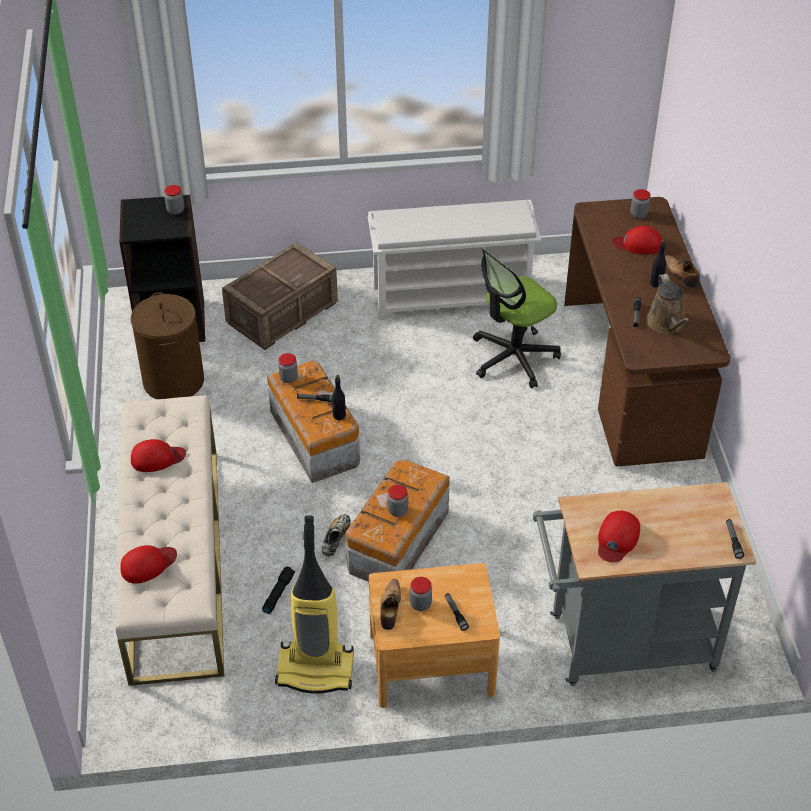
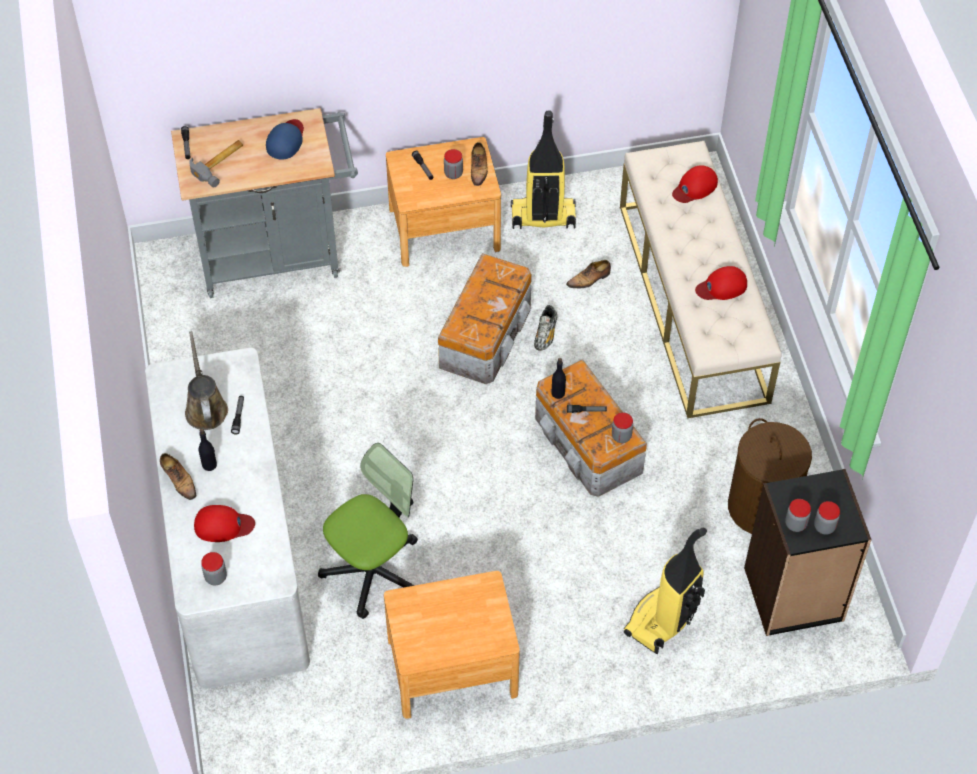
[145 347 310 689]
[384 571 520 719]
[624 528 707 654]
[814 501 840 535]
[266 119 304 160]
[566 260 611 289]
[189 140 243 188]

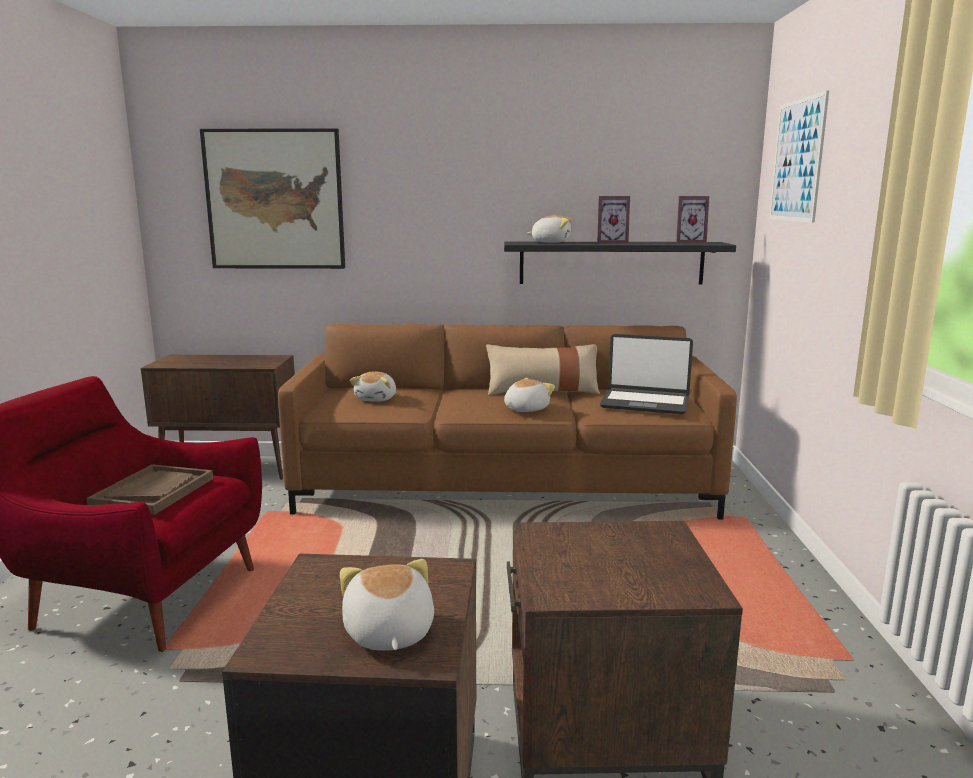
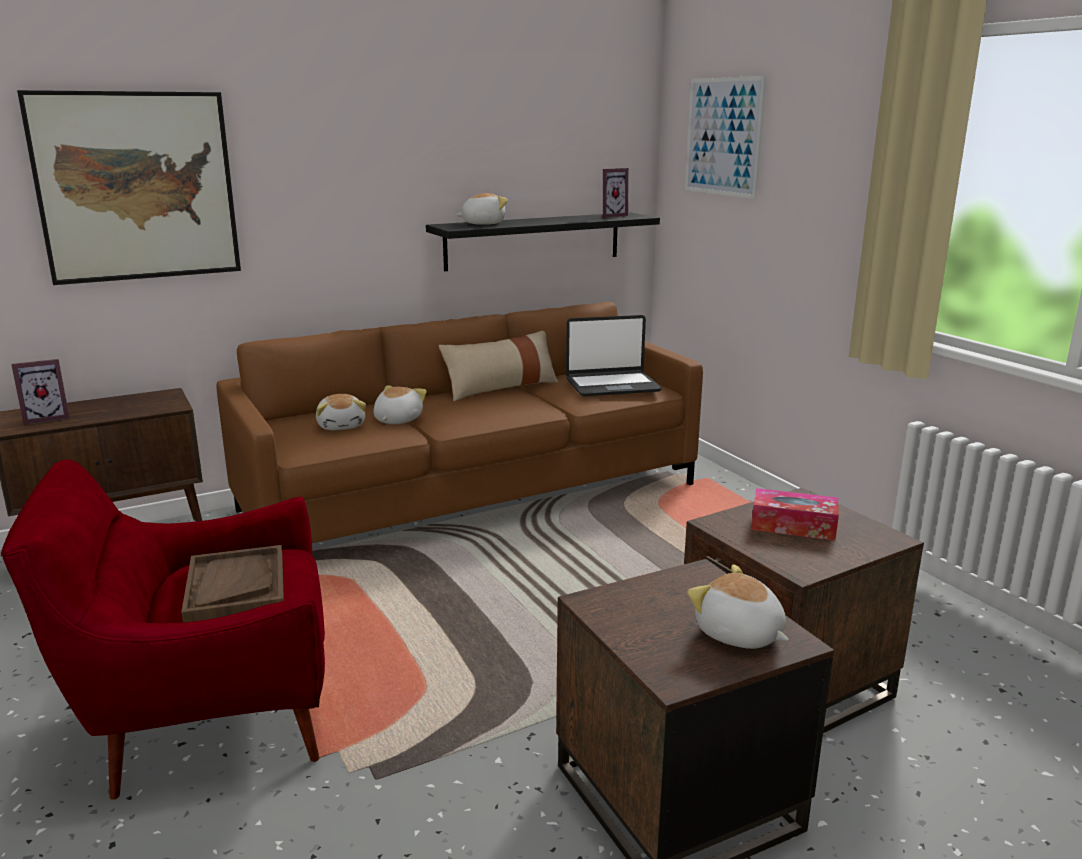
[11 359 70 425]
[374 385 427 424]
[751 488 839 541]

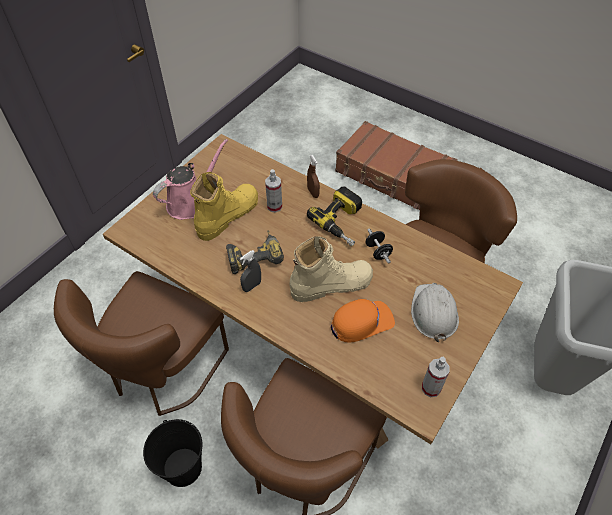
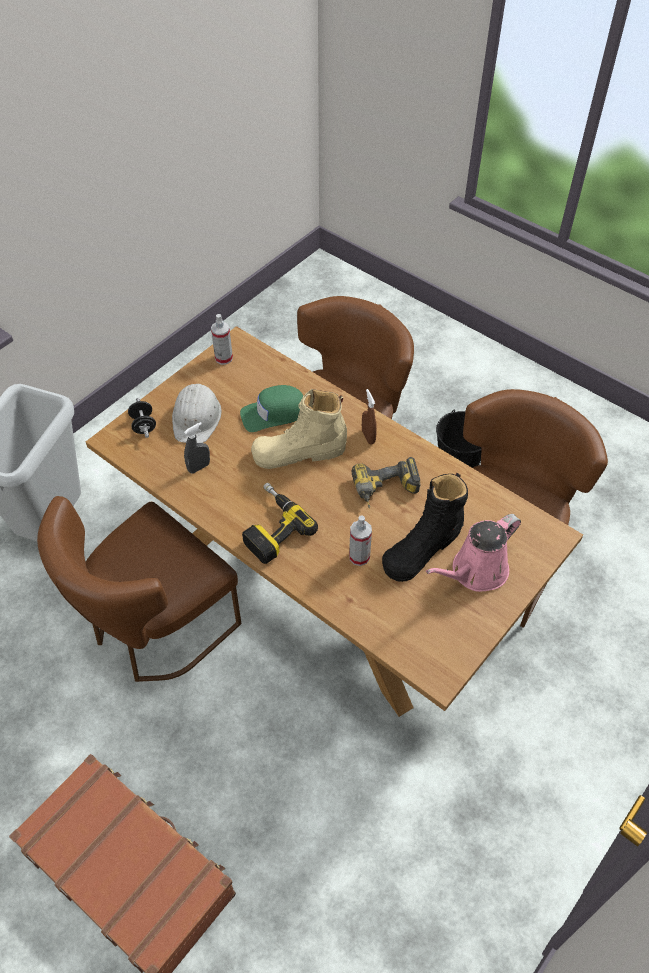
[362 389 377 445]
[382 473 468 582]
[128 398 156 438]
[184 422 210 474]
[240 385 303 432]

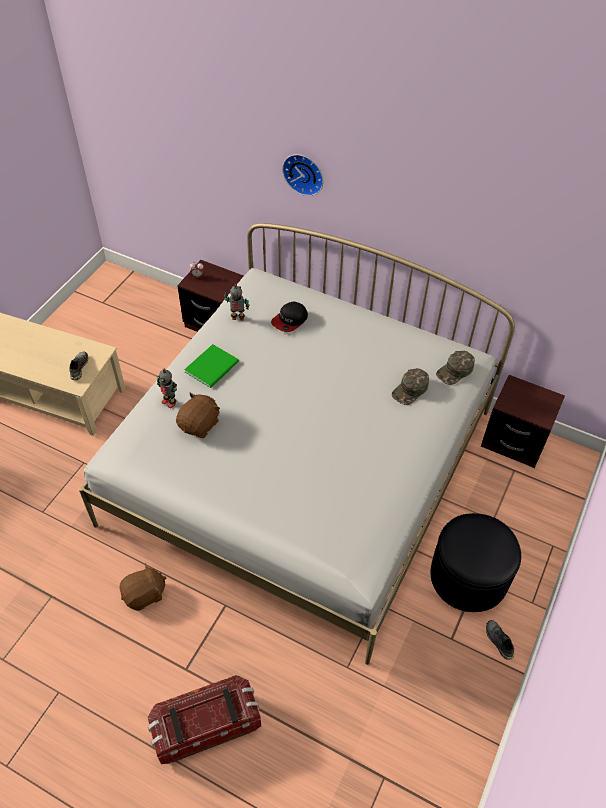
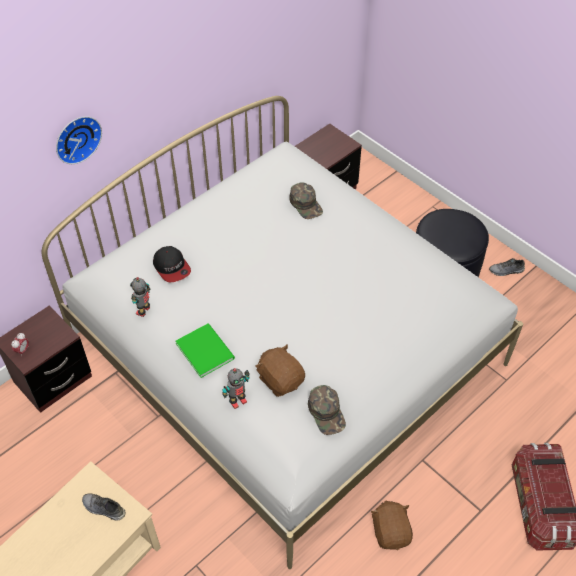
[308 385 346 435]

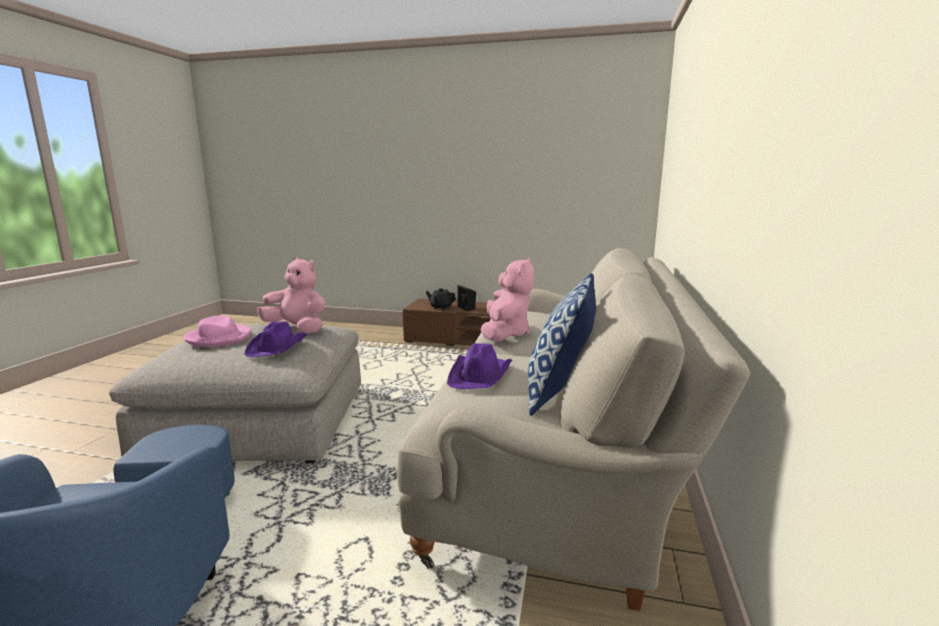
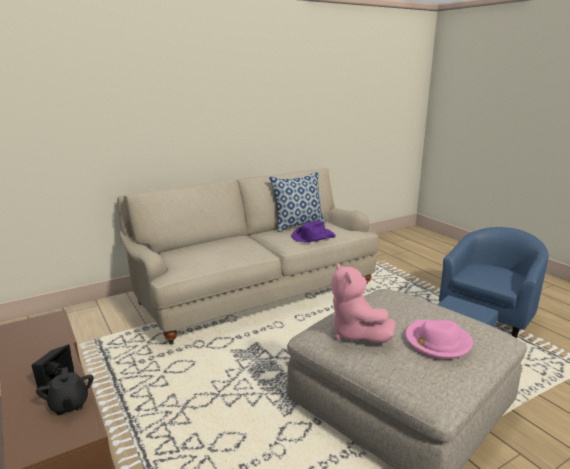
[481 258 534 341] (first image)
[244 321 307 357] (first image)

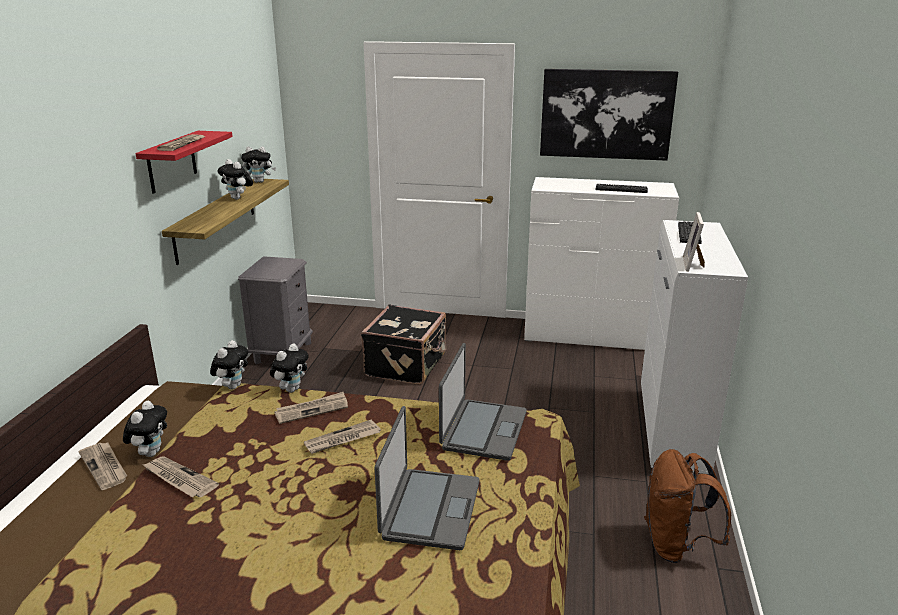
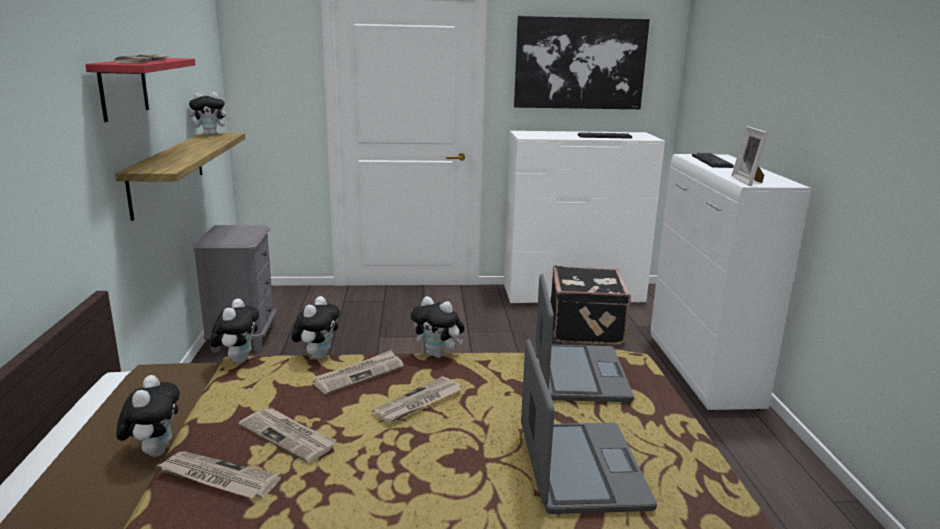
[411 296 465 358]
[550 266 631 345]
[238 408 337 463]
[644 449 731 563] (first image)

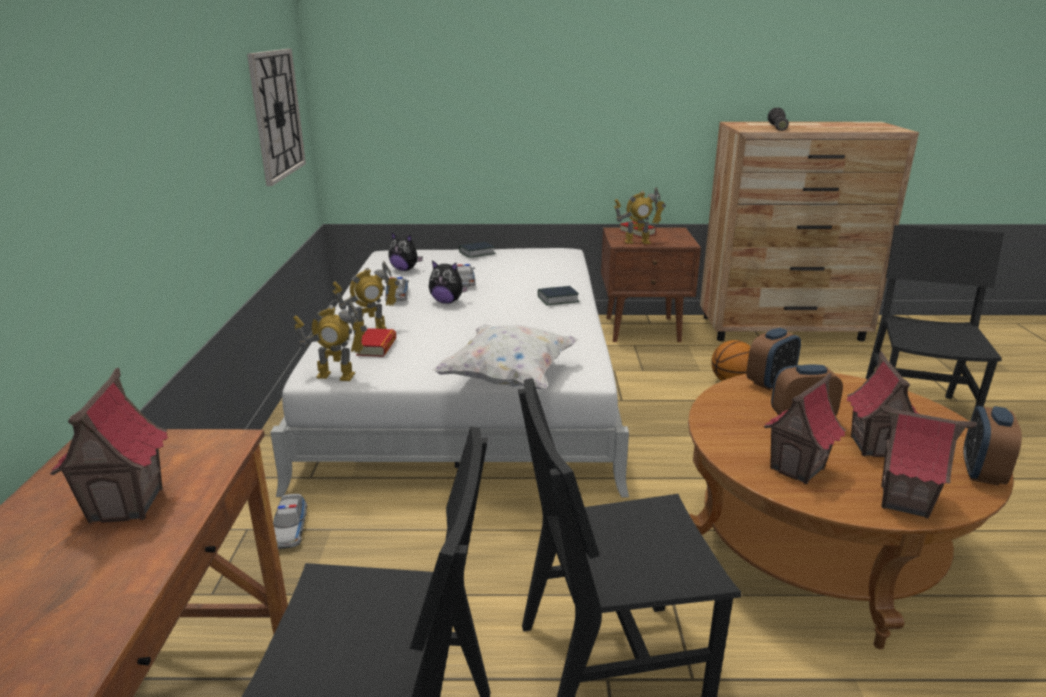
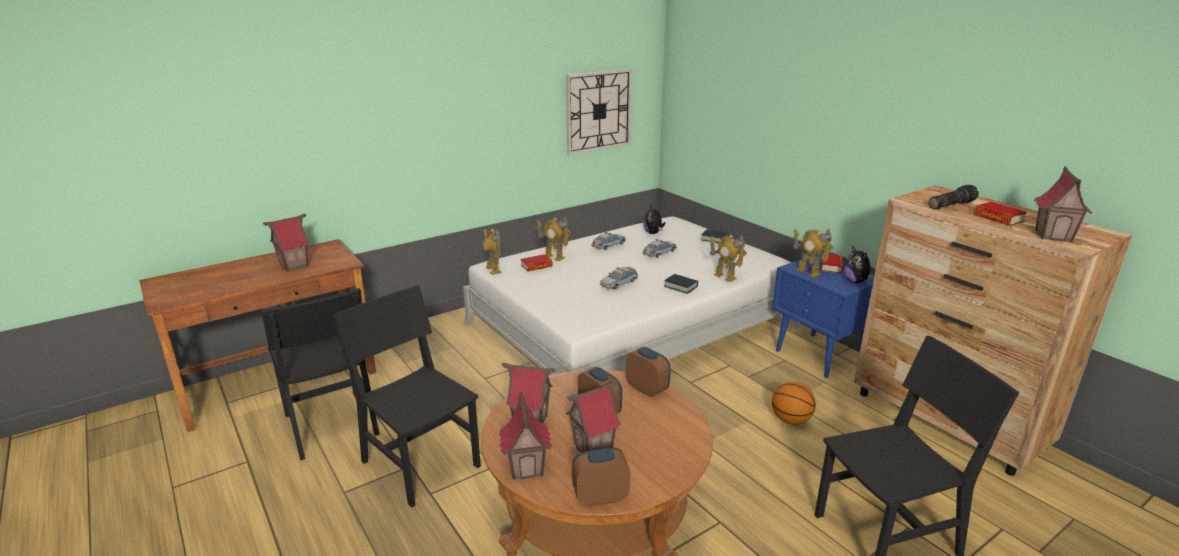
[772 253 875 378]
[843 246 874 283]
[433 324 578 389] (first image)
[626 347 671 397]
[600 267 638 290]
[1034 166 1092 242]
[974 202 1027 226]
[710 235 747 282]

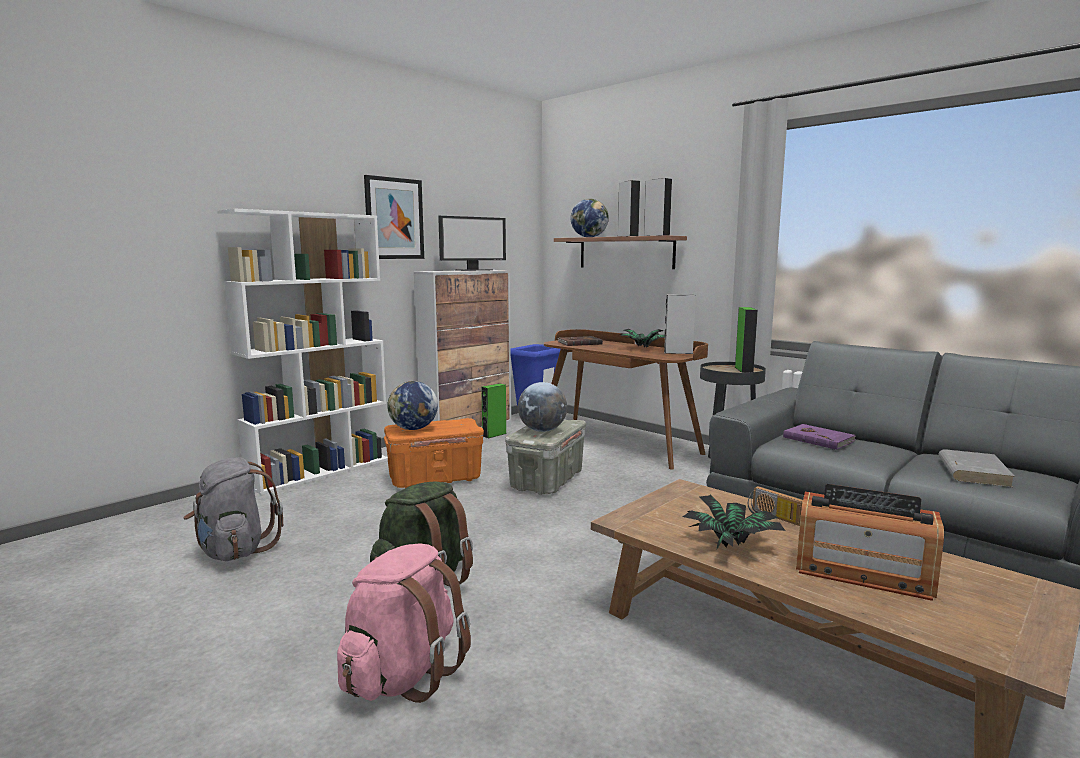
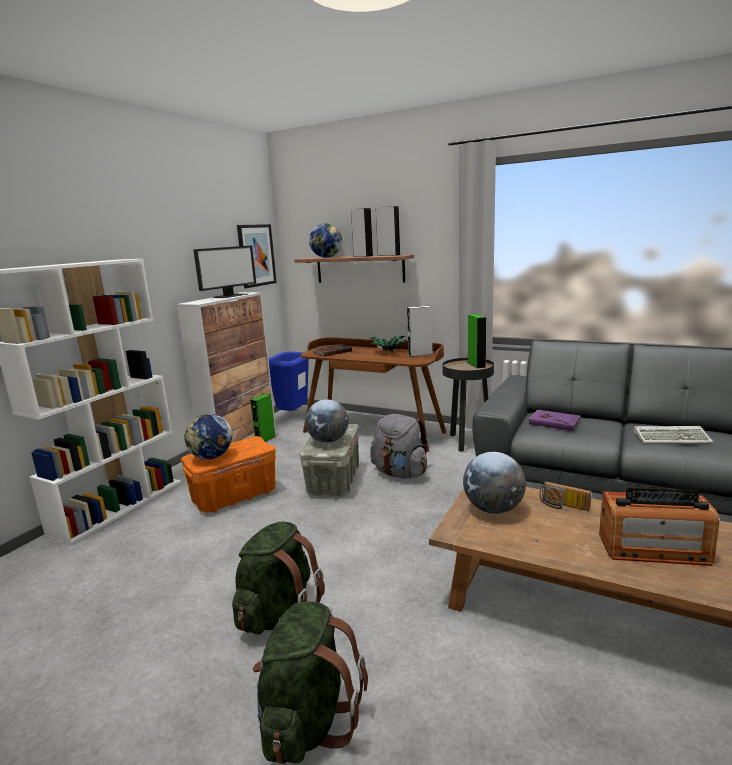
[237 224 277 288]
[634 426 713 444]
[370 414 428 479]
[683 494 785 549] (first image)
[253 601 368 764]
[463 452 526 514]

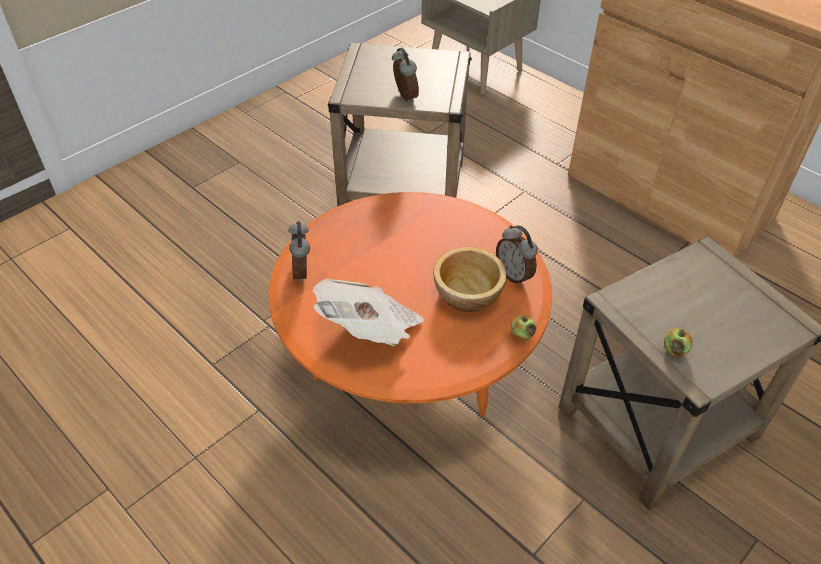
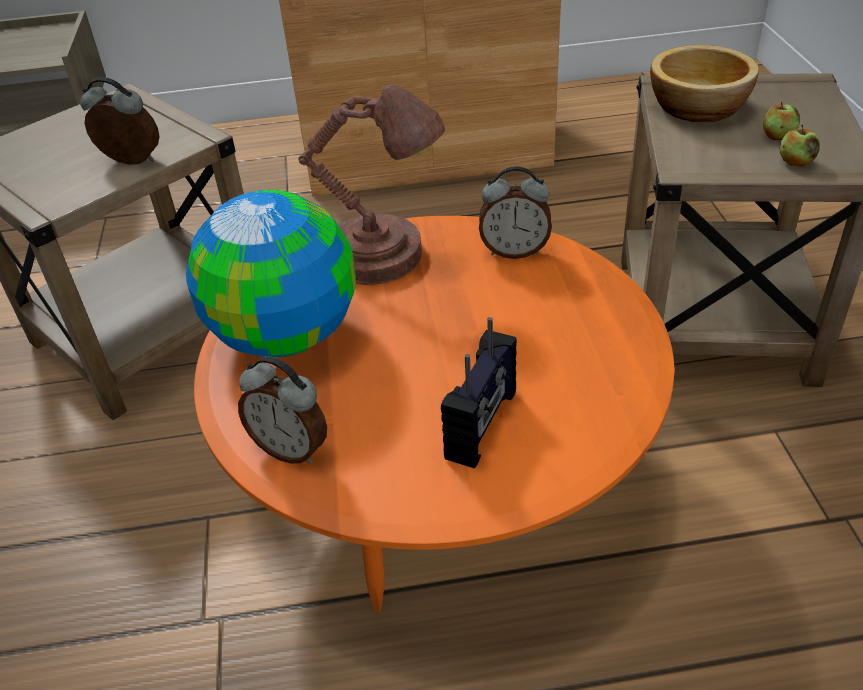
[650 45 759 122]
[441 317 517 468]
[763 102 800 140]
[299 84 445 285]
[186 190 356 357]

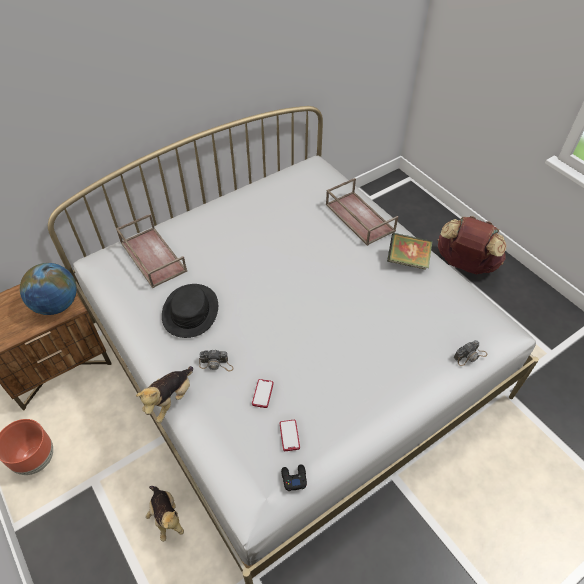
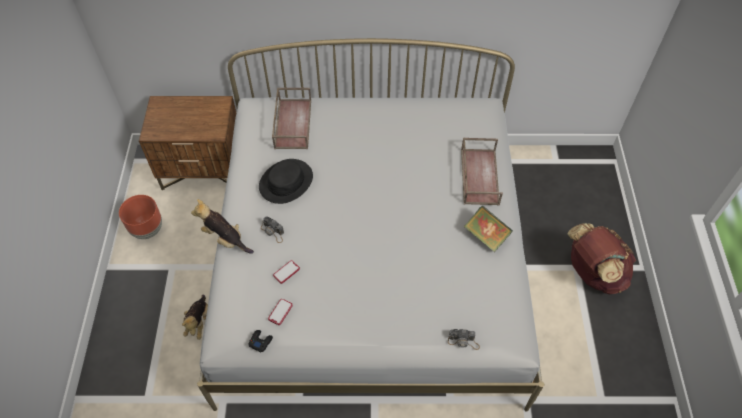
[20 263 77 315] (first image)
[191 199 254 254]

